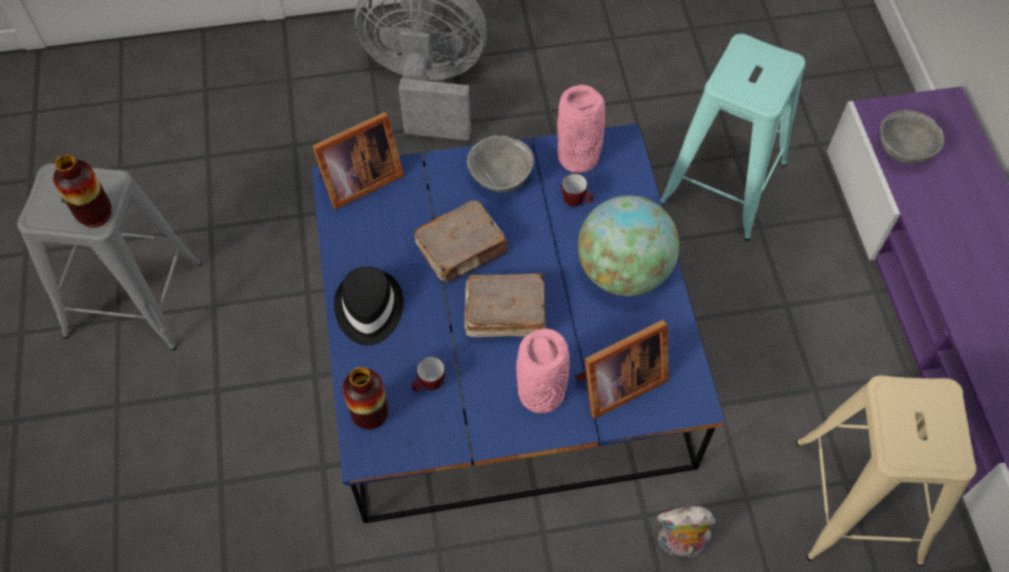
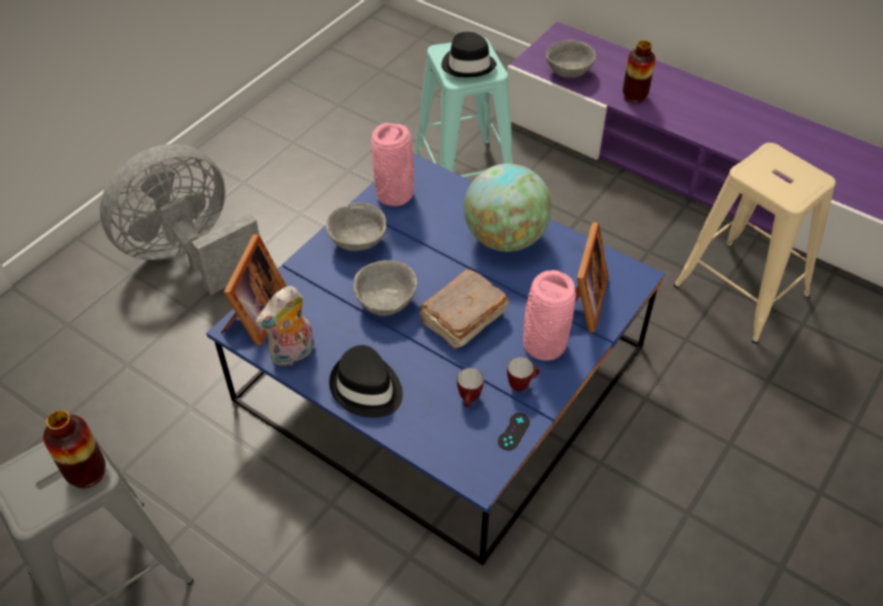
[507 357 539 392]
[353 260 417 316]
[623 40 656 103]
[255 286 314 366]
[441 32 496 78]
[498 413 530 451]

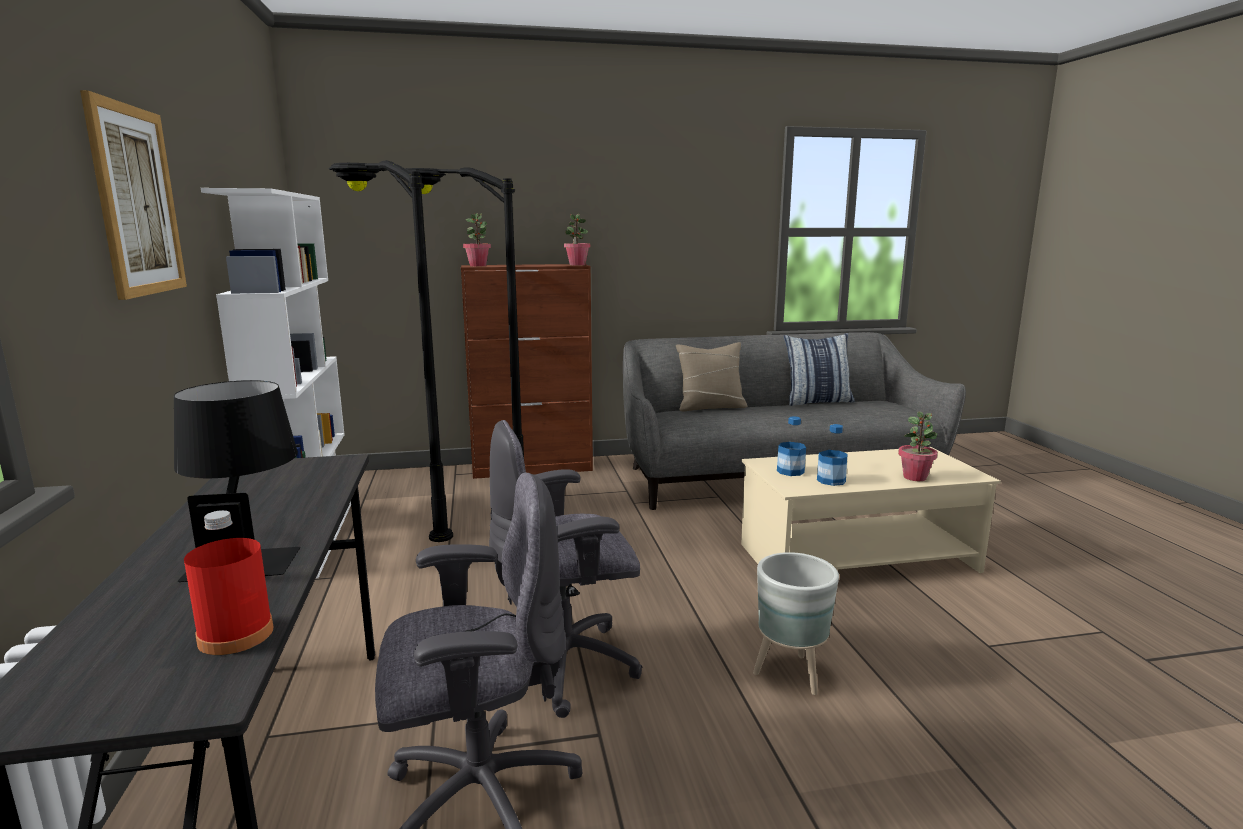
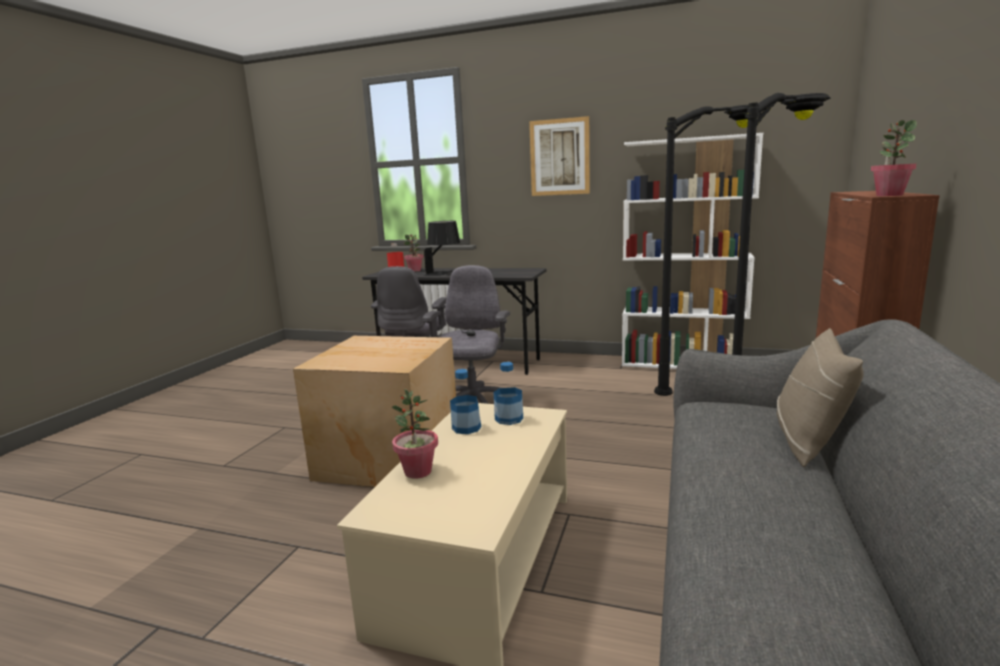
[404 234 424 272]
[784 333 854 406] (first image)
[293 336 456 487]

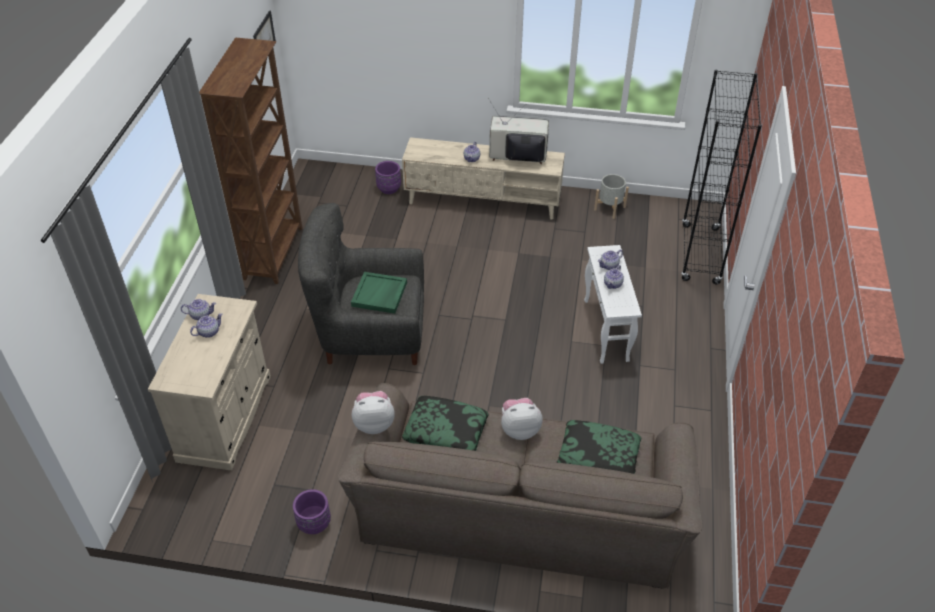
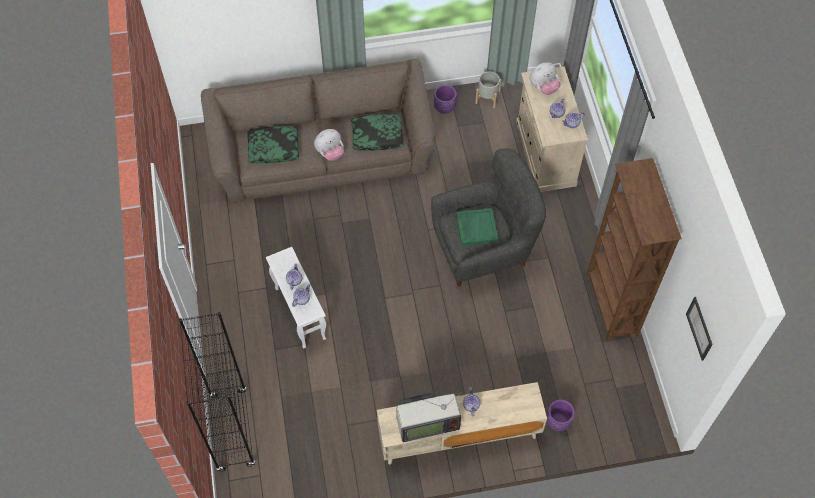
[475 71 502 108]
[530 63 560 95]

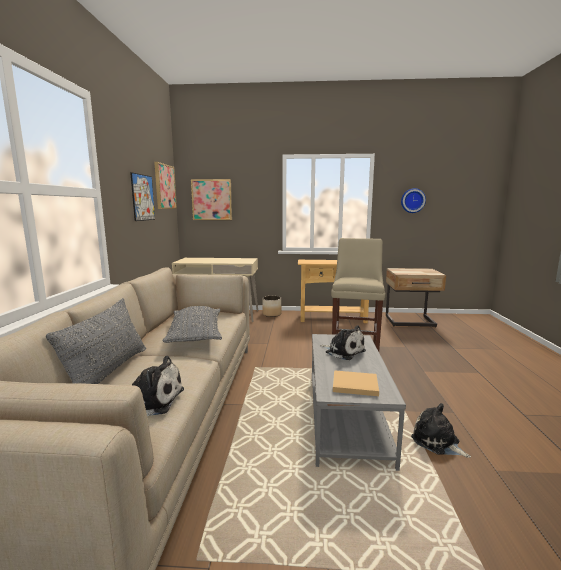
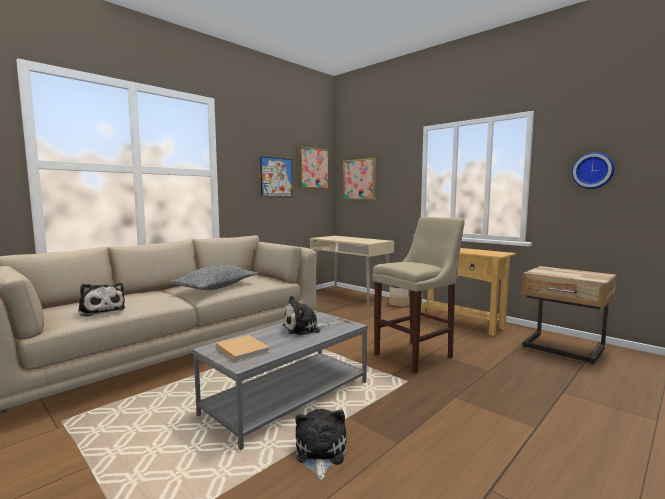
[46 298 146 384] (first image)
[282 296 330 335]

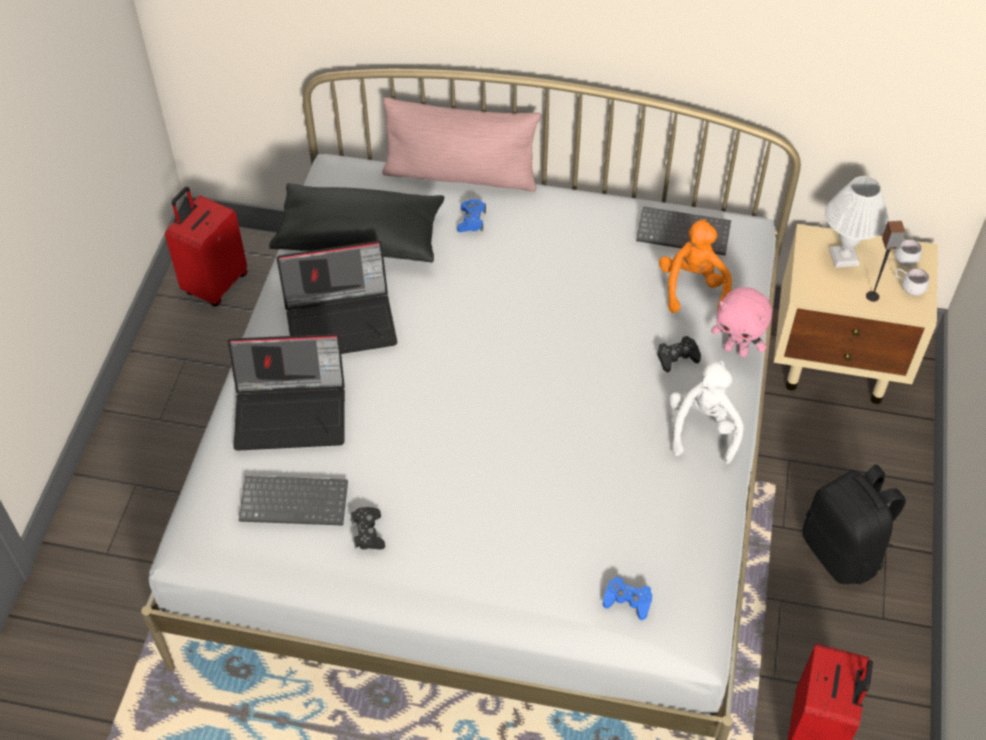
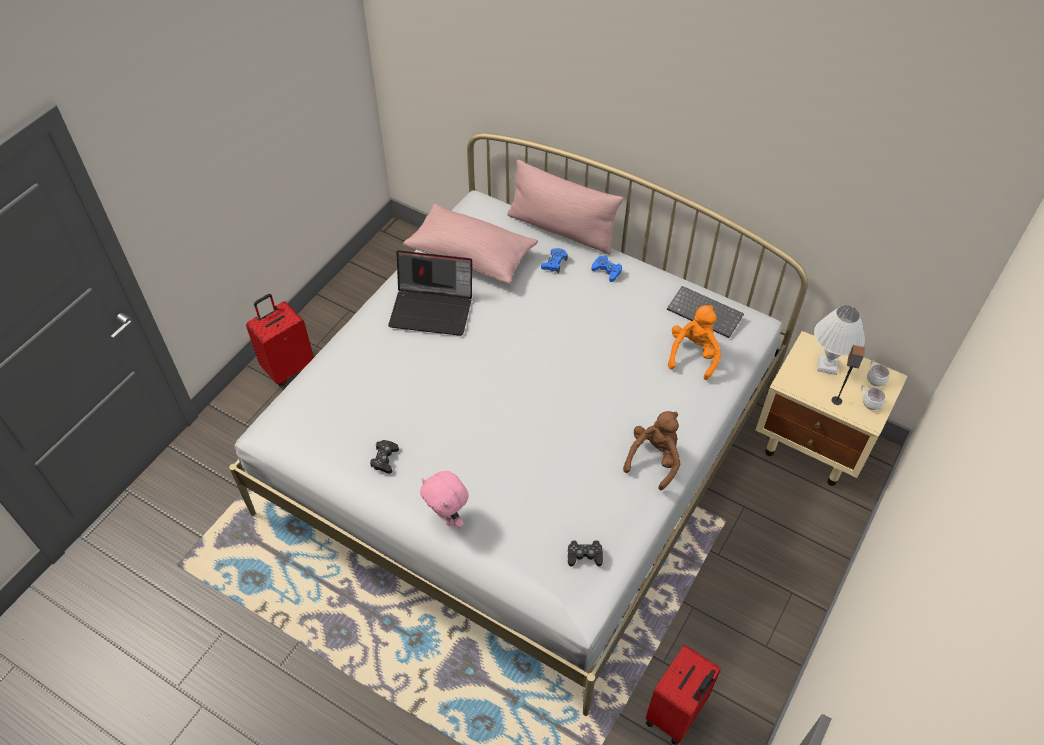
[403 204 538 285]
[246 294 314 386]
[420 471 469 528]
[228 334 345 451] (first image)
[568 540 603 567]
[623 411 680 490]
[803 464 906 584] (first image)
[239 476 348 526] (first image)
[592 255 622 282]

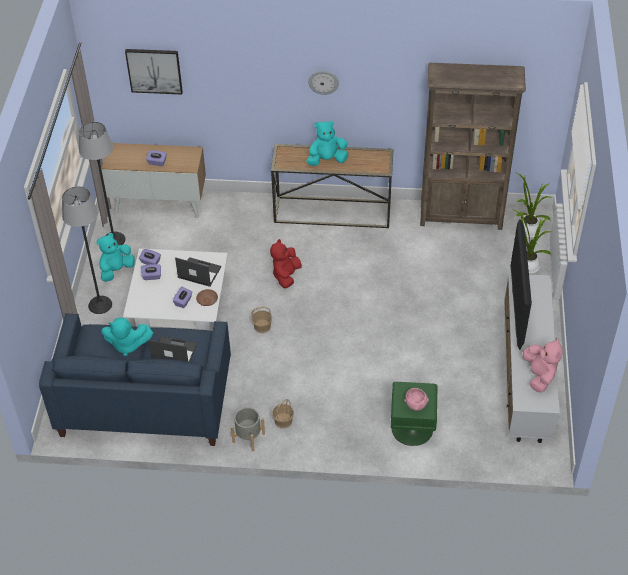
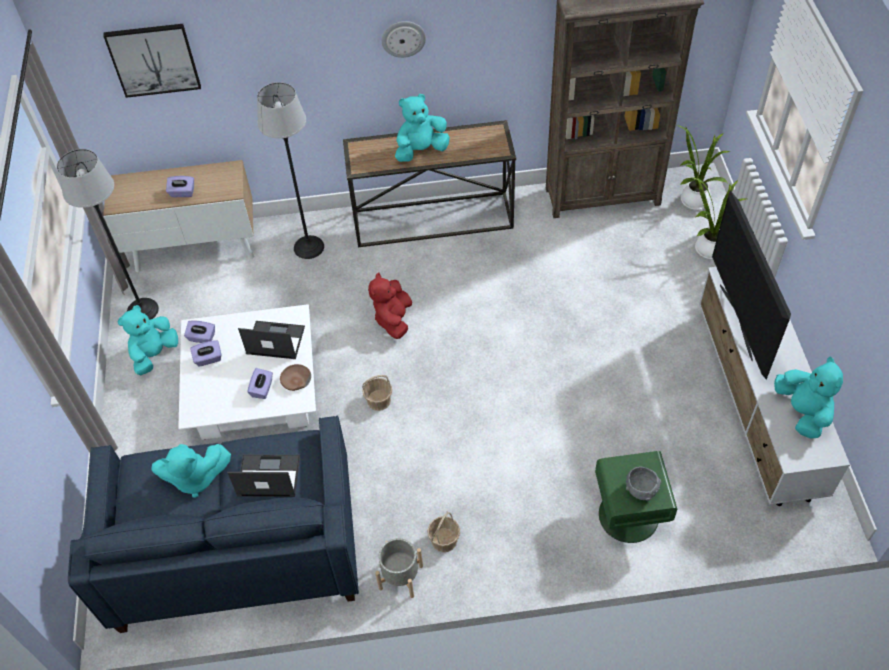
[257 82 324 259]
[774 356 843 439]
[626 467 661 501]

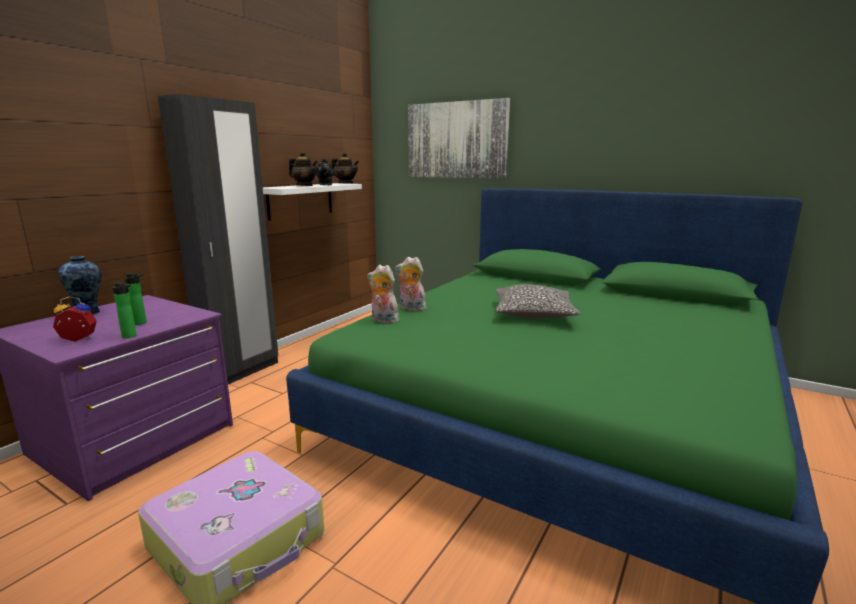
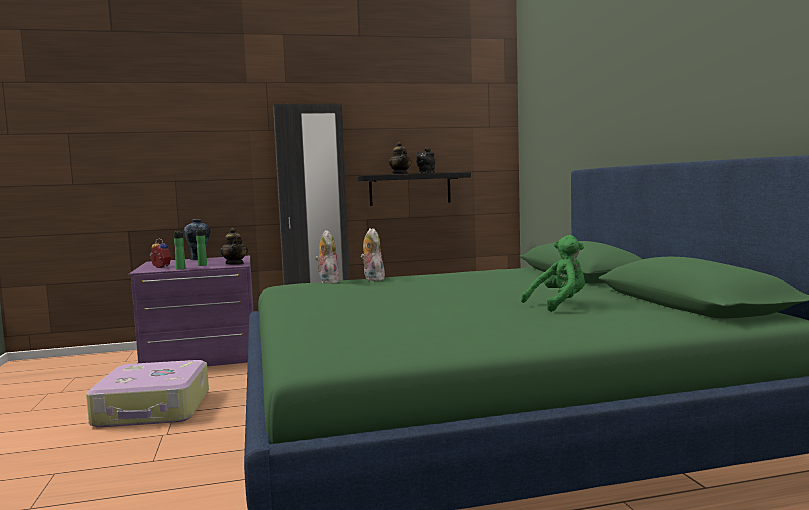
[408 98 510 179] (first image)
[220 228 248 265]
[358 172 471 206]
[495 284 580 318] (first image)
[521 235 585 312]

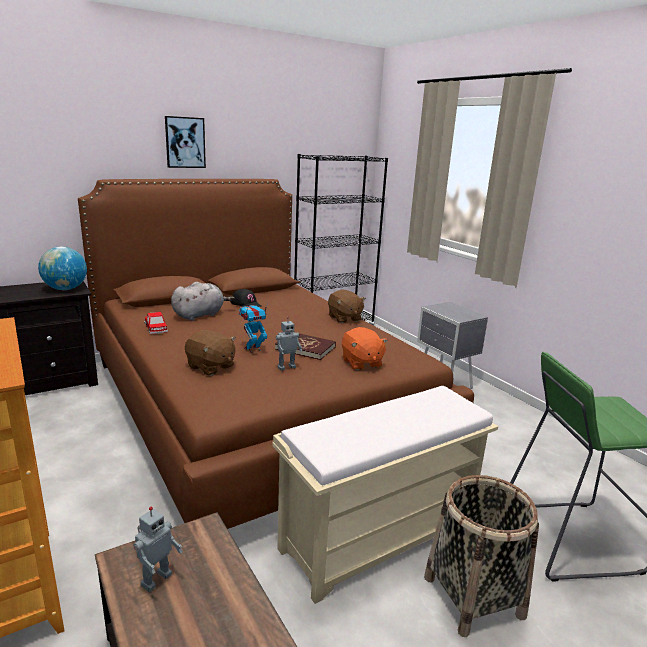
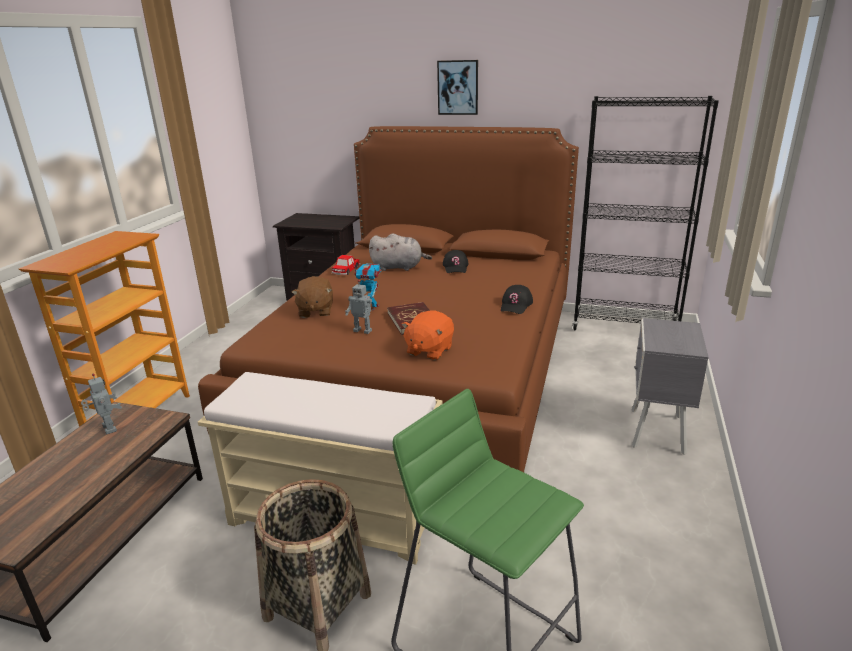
[38 247 87 290] (first image)
[501 285 533 314]
[81 374 122 434]

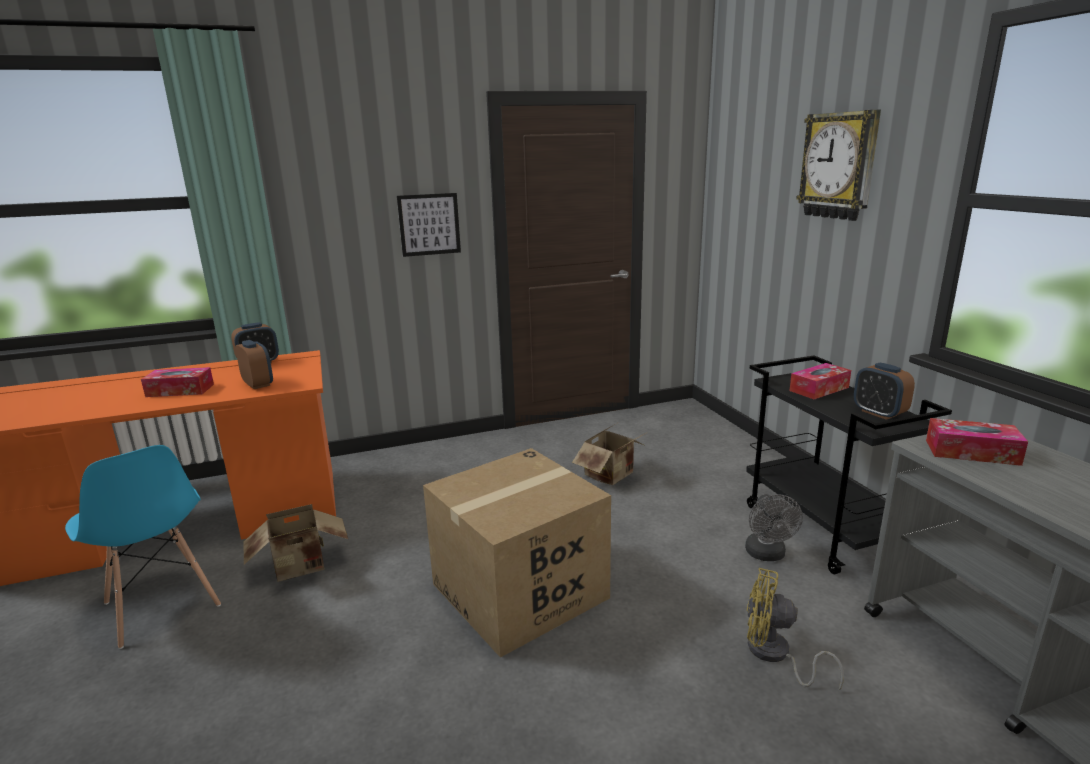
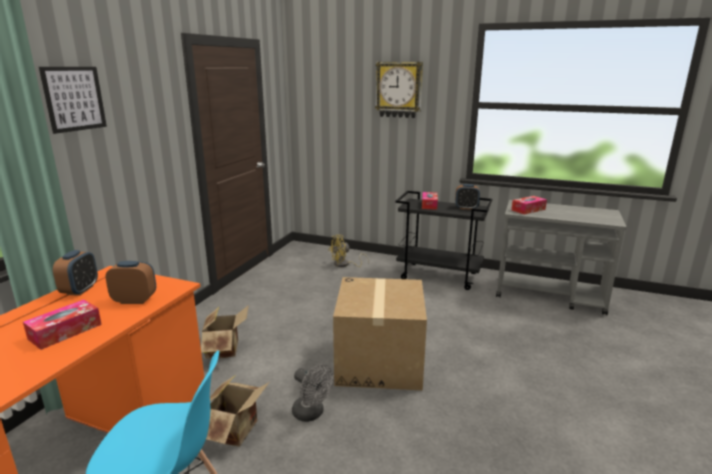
[39 67 107 134]
[201 305 249 359]
[292 364 334 422]
[330 235 369 267]

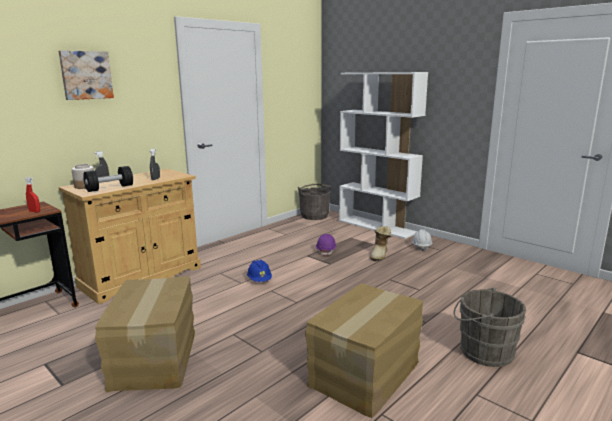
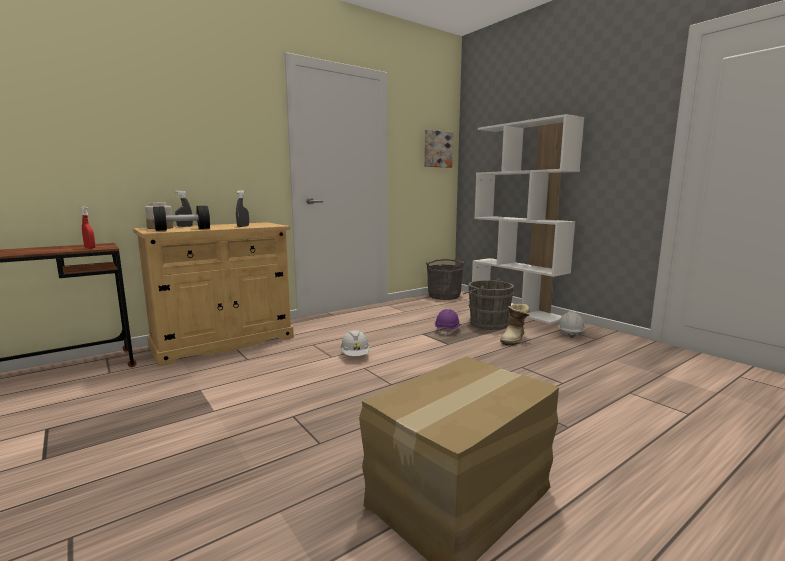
[424 130 453 168]
[340 330 370 356]
[95 276 195 392] (first image)
[463 279 514 330]

